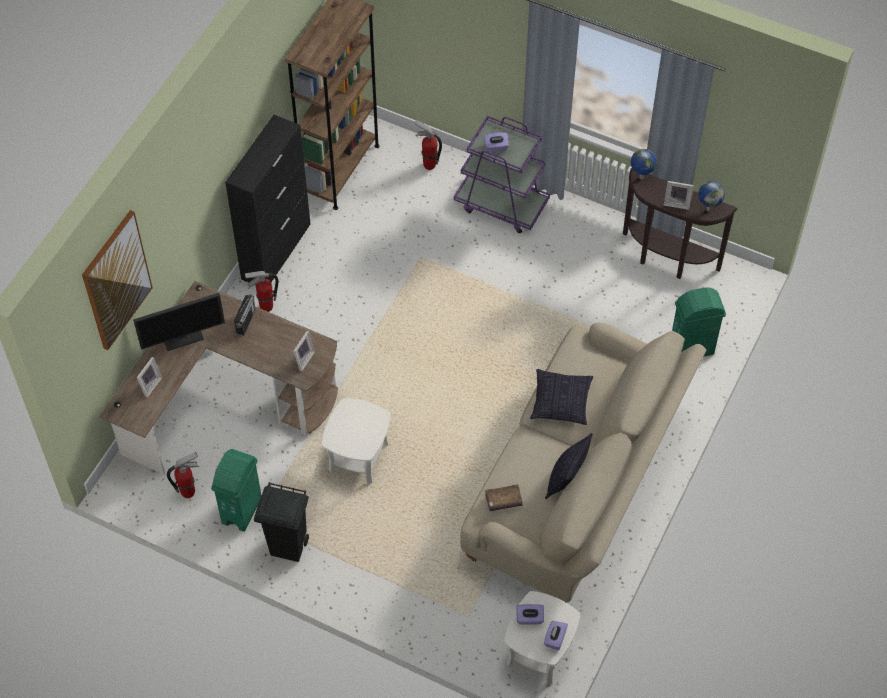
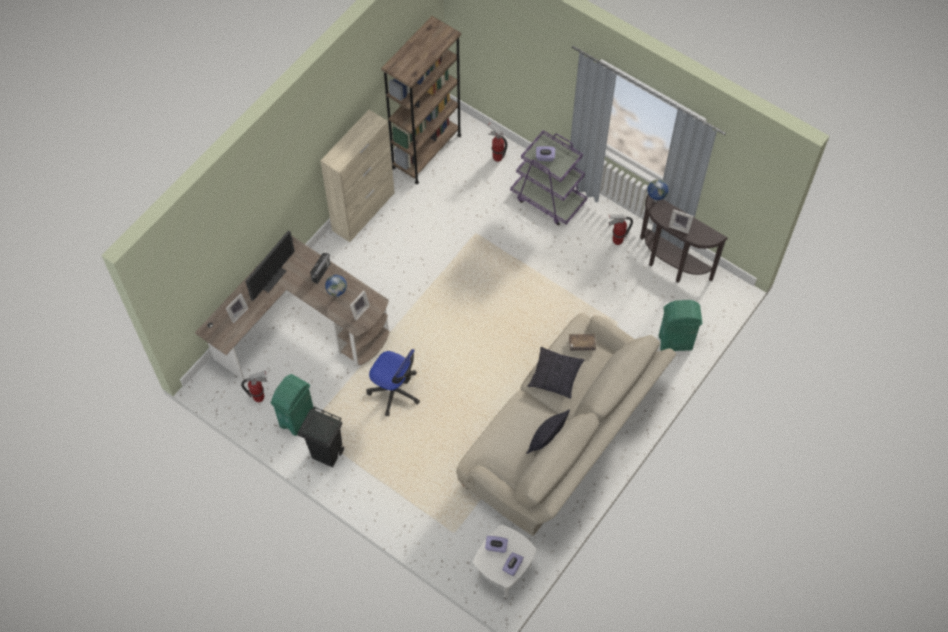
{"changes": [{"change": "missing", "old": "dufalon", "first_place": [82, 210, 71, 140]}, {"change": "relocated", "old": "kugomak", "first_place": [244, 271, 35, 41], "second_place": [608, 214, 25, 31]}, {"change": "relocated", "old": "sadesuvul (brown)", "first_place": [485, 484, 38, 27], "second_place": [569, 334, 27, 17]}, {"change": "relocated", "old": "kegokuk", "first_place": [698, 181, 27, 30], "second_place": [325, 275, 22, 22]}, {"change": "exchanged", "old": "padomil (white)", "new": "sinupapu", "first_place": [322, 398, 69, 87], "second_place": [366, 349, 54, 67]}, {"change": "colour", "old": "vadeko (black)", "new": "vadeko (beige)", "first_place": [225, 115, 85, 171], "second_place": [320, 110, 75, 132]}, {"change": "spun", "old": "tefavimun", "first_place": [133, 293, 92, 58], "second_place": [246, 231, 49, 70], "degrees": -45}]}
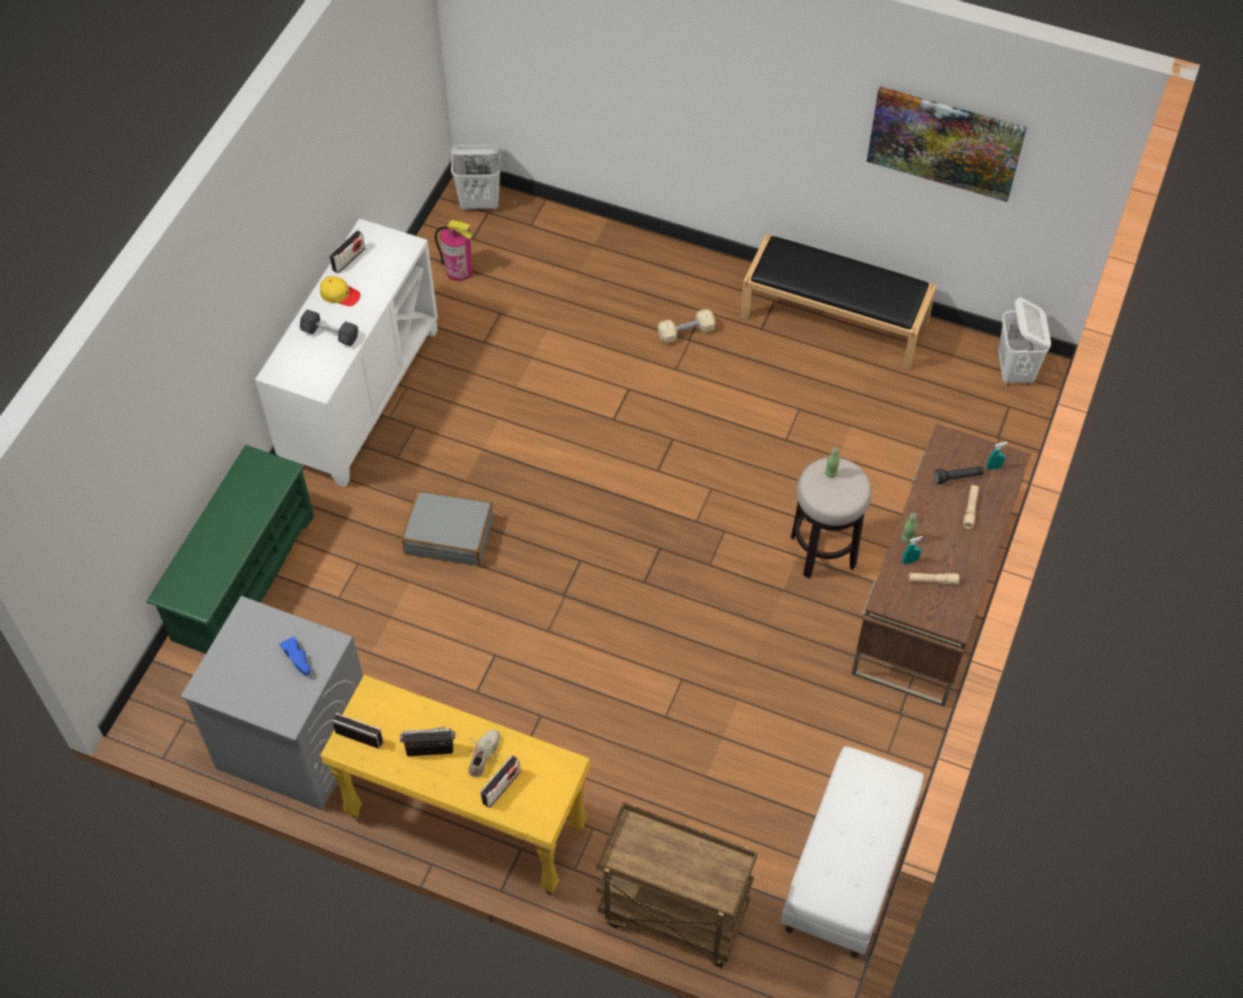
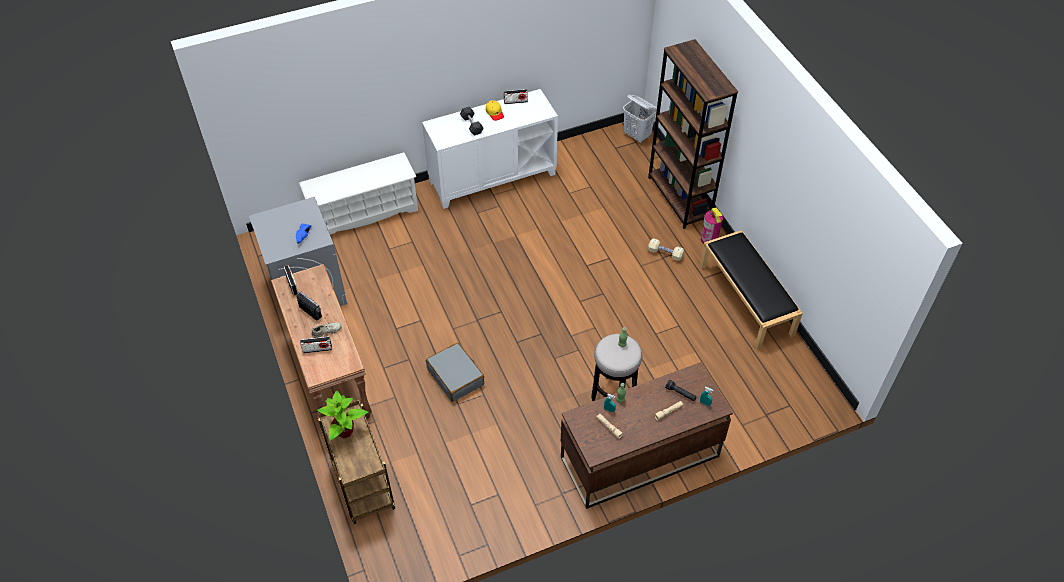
{"changes": [{"change": "missing", "old": "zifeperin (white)", "first_place": [781, 746, 143, 212]}, {"change": "missing", "old": "dufalon", "first_place": [867, 87, 160, 115]}, {"change": "missing", "old": "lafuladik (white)", "first_place": [998, 297, 53, 89]}, {"change": "appeared", "new": "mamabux", "second_place": [317, 390, 51, 50]}, {"change": "appeared", "new": "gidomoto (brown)", "second_place": [648, 39, 90, 190]}, {"change": "relocated", "old": "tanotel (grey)", "first_place": [402, 491, 91, 75], "second_place": [426, 342, 58, 60]}, {"change": "relocated", "old": "kugomak", "first_place": [435, 220, 38, 61], "second_place": [701, 208, 22, 36]}, {"change": "colour", "old": "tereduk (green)", "new": "tereduk (white)", "first_place": [147, 445, 167, 209], "second_place": [299, 153, 119, 82]}, {"change": "colour", "old": "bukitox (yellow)", "new": "bukitox (brown)", "first_place": [320, 675, 270, 221], "second_place": [271, 264, 101, 155]}]}
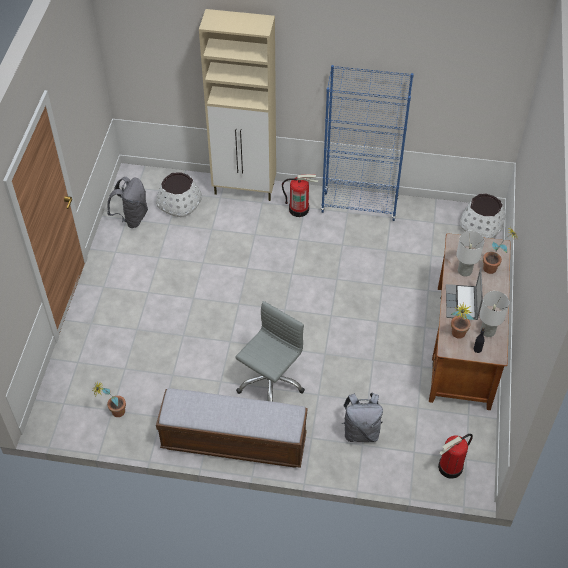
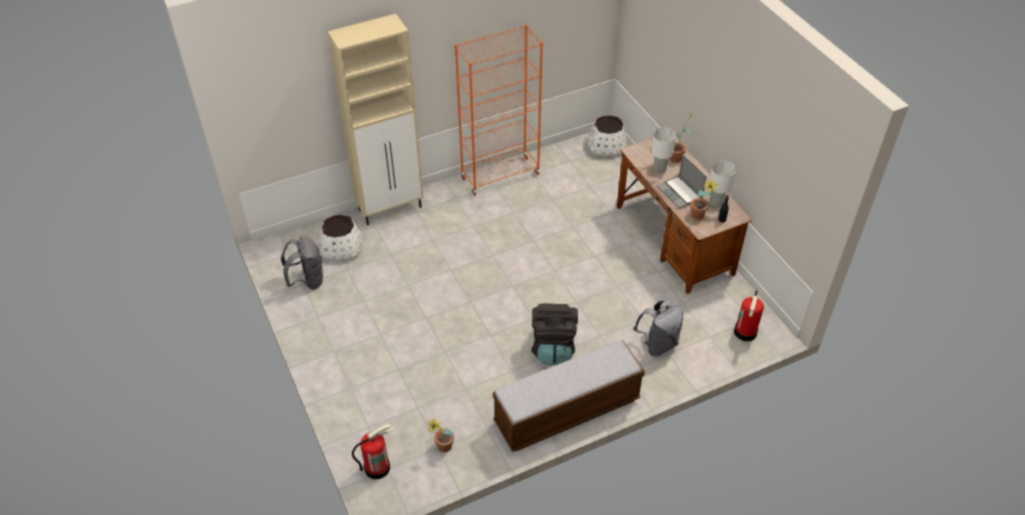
{"changes": [{"change": "relocated", "old": "kugomak", "first_place": [282, 174, 36, 43], "second_place": [352, 423, 42, 56]}, {"change": "exchanged", "old": "sinupapu (grey)", "new": "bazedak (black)", "first_place": [235, 301, 70, 101], "second_place": [531, 303, 47, 63]}, {"change": "colour", "old": "gidomoto (blue)", "new": "gidomoto (orange)", "first_place": [321, 65, 93, 156], "second_place": [455, 24, 88, 172]}]}
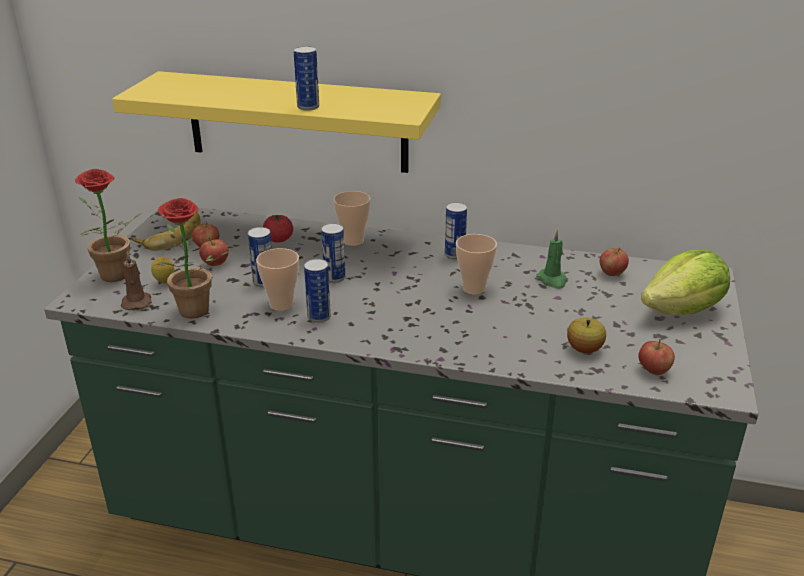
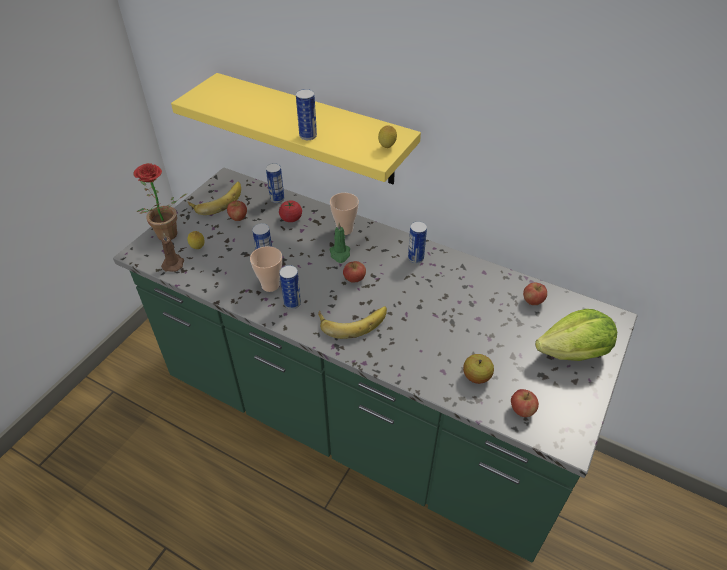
{"changes": [{"change": "missing", "old": "mamabux", "first_place": [154, 198, 78, 121]}, {"change": "missing", "old": "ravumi", "first_place": [456, 234, 41, 61]}, {"change": "appeared", "new": "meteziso", "second_place": [318, 306, 69, 33]}, {"change": "appeared", "new": "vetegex", "second_place": [378, 125, 19, 23]}, {"change": "relocated", "old": "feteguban", "first_place": [199, 238, 30, 28], "second_place": [343, 261, 23, 22]}, {"change": "relocated", "old": "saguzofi", "first_place": [321, 223, 24, 60], "second_place": [266, 163, 18, 40]}, {"change": "relocated", "old": "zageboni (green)", "first_place": [536, 230, 31, 59], "second_place": [329, 223, 21, 40]}]}
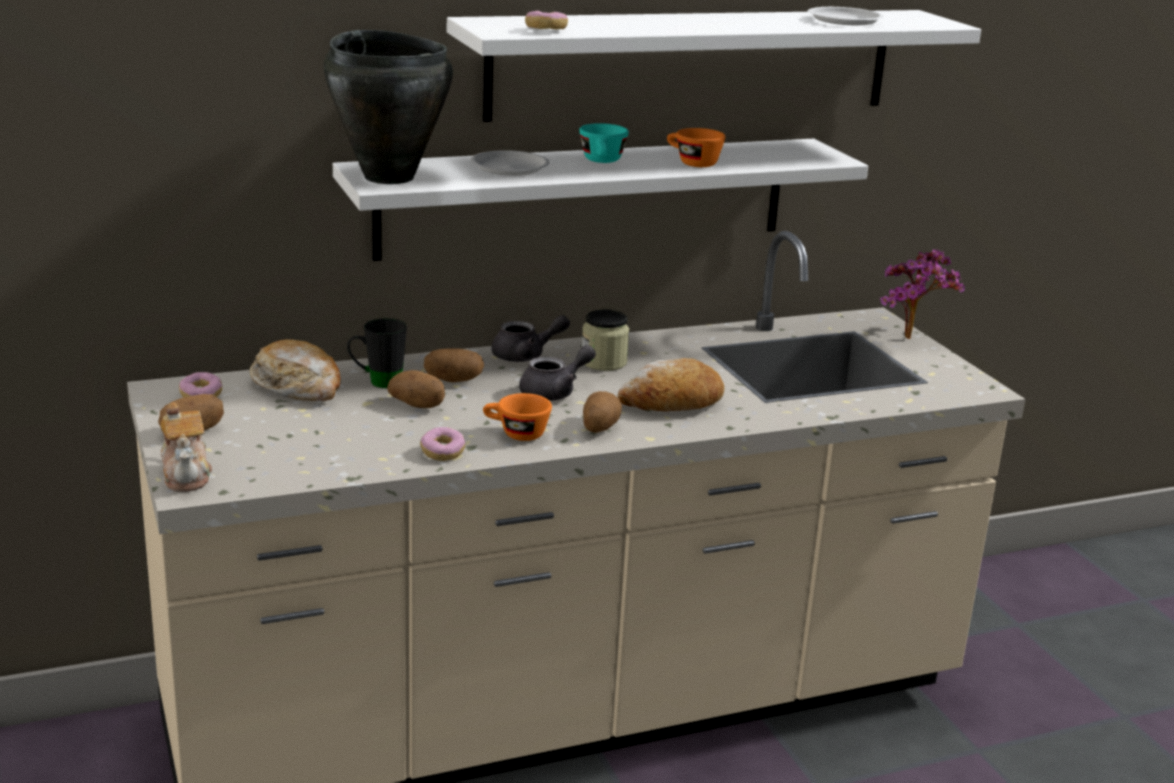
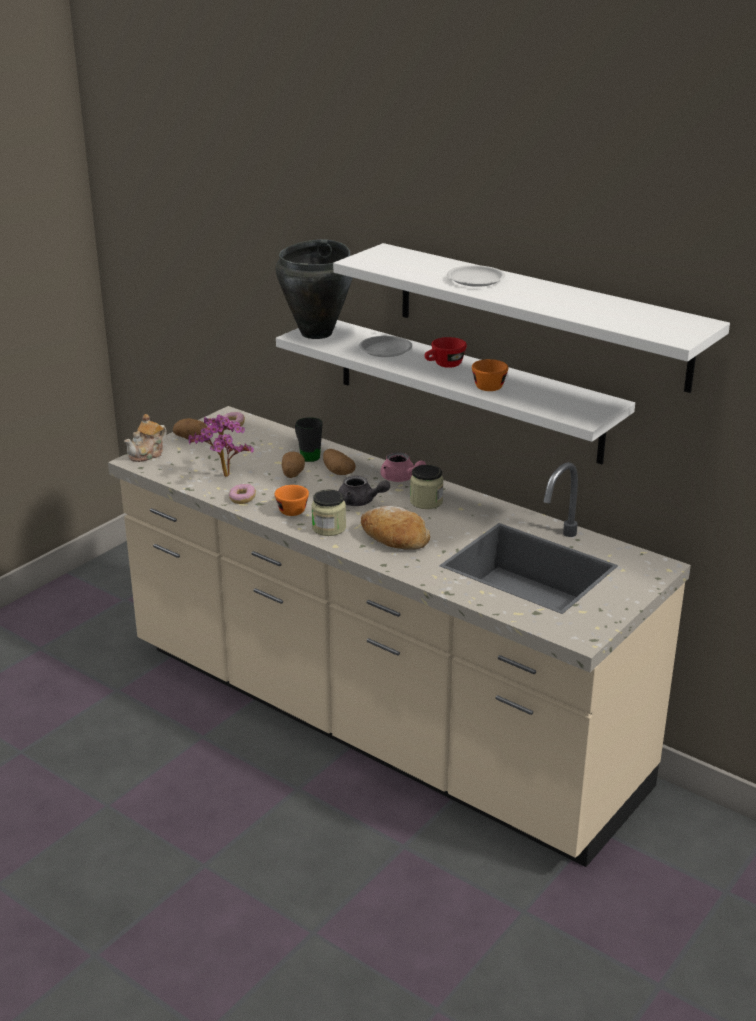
{"changes": [{"change": "missing", "old": "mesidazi", "first_place": [250, 339, 90, 62]}, {"change": "missing", "old": "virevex", "first_place": [525, 11, 43, 18]}, {"change": "relocated", "old": "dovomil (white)", "first_place": [808, 7, 76, 18], "second_place": [447, 265, 58, 22]}, {"change": "relocated", "old": "mamabux", "first_place": [880, 249, 85, 90], "second_place": [188, 415, 66, 62]}, {"change": "exchanged", "old": "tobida", "new": "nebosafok", "first_place": [583, 391, 39, 42], "second_place": [311, 489, 35, 47]}, {"change": "colour", "old": "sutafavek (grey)", "new": "sutafavek (pink)", "first_place": [492, 315, 78, 47], "second_place": [381, 452, 45, 30]}, {"change": "colour", "old": "ravumi (turquoise)", "new": "ravumi (red)", "first_place": [579, 123, 50, 40], "second_place": [424, 337, 43, 31]}]}
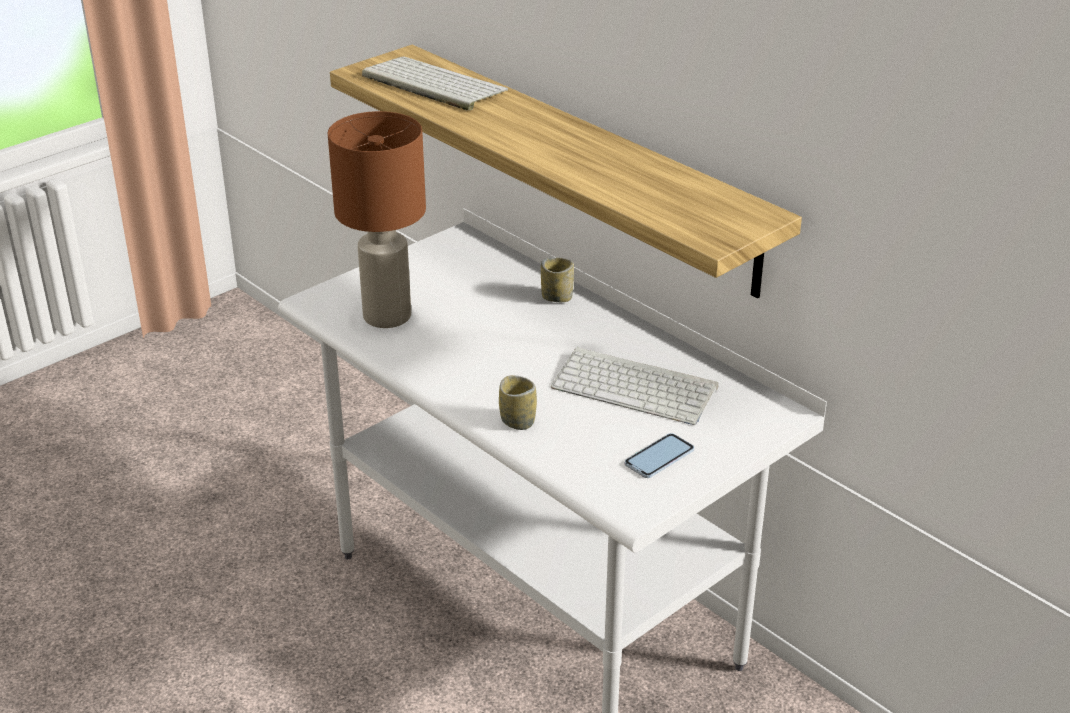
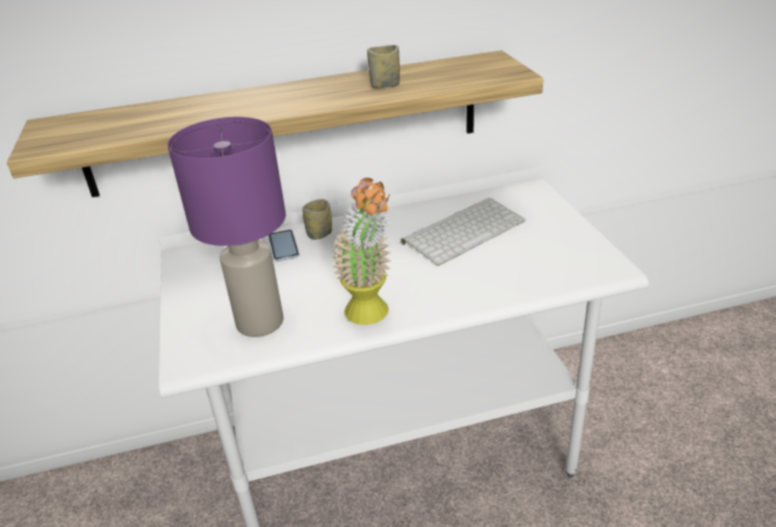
{"changes": [{"change": "missing", "old": "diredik", "first_place": [362, 57, 146, 54]}, {"change": "appeared", "new": "mamabux", "second_place": [332, 178, 59, 147]}, {"change": "relocated", "old": "ravumi", "first_place": [499, 375, 38, 55], "second_place": [367, 45, 33, 43]}, {"change": "relocated", "old": "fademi", "first_place": [625, 433, 69, 45], "second_place": [268, 230, 31, 31]}, {"change": "colour", "old": "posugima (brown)", "new": "posugima (purple)", "first_place": [328, 111, 98, 217], "second_place": [167, 117, 119, 220]}]}
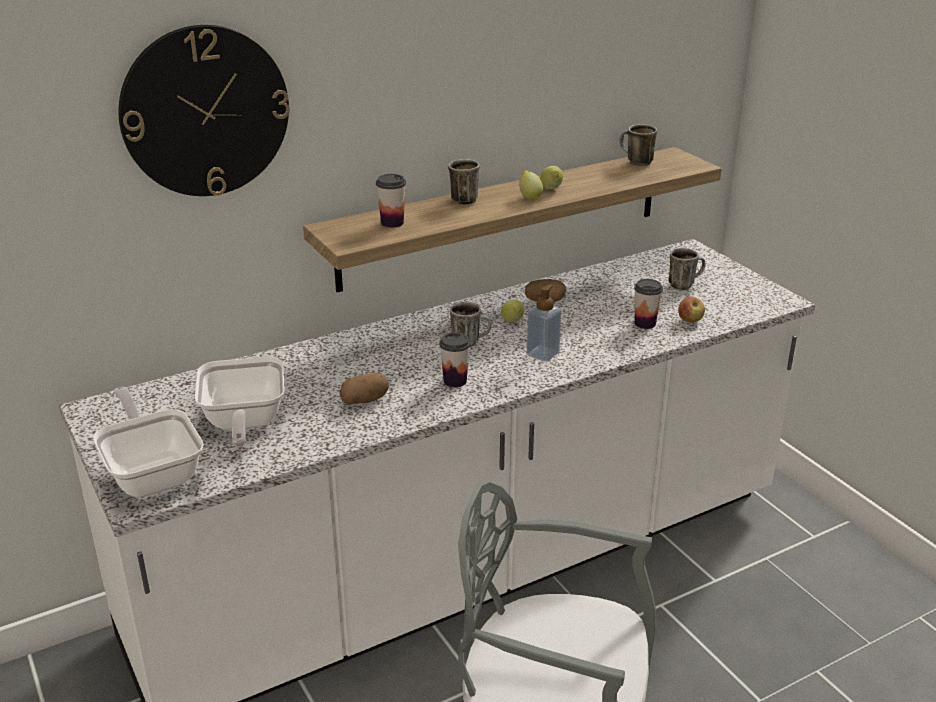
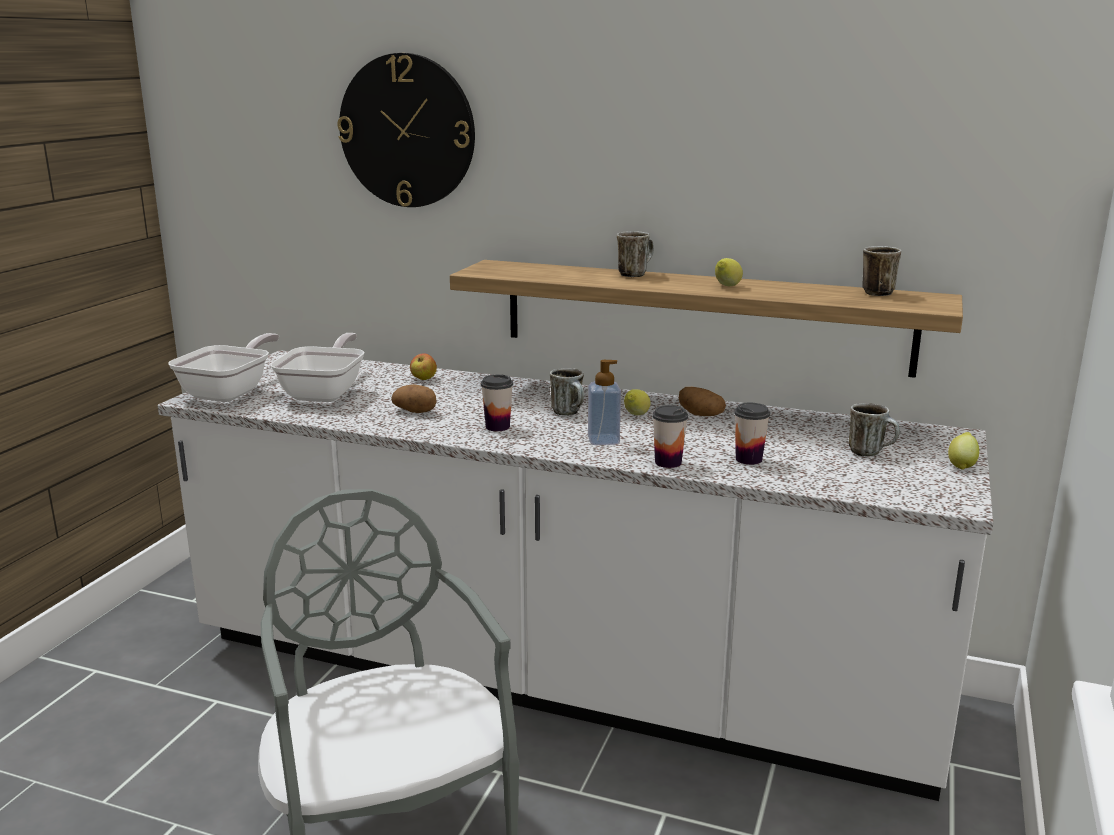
{"changes": [{"change": "relocated", "old": "ravumi", "first_place": [376, 174, 30, 54], "second_place": [652, 405, 36, 63]}, {"change": "relocated", "old": "vetegex", "first_place": [519, 170, 24, 30], "second_place": [948, 432, 31, 38]}, {"change": "relocated", "old": "feteguban", "first_place": [678, 297, 27, 26], "second_place": [410, 353, 27, 27]}, {"change": "spun", "old": "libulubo", "first_place": [195, 357, 90, 90], "second_place": [270, 333, 95, 69], "degrees": 150}]}
